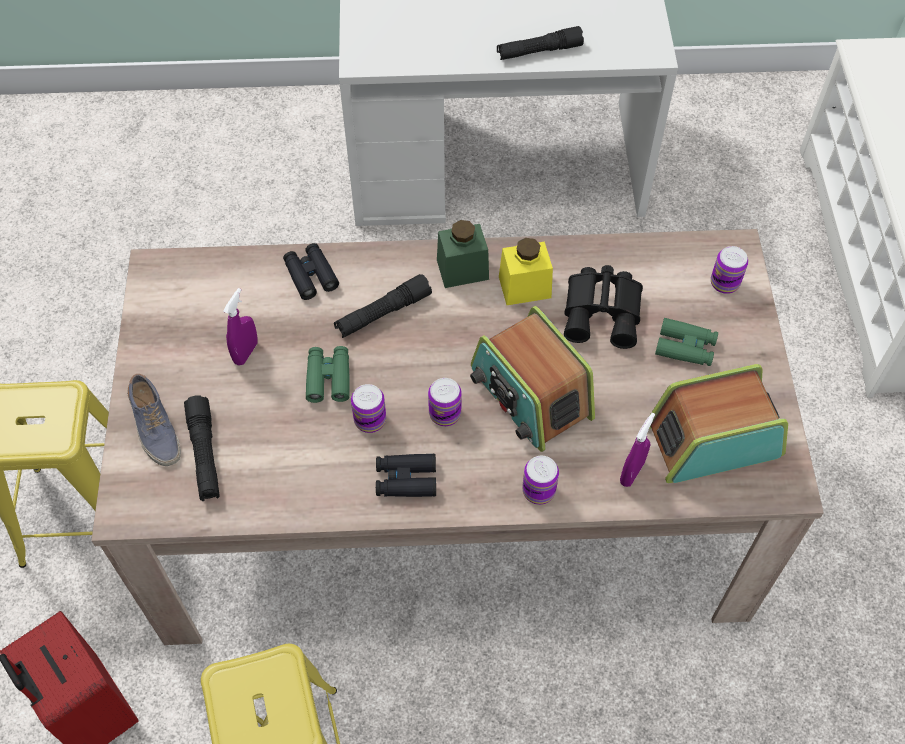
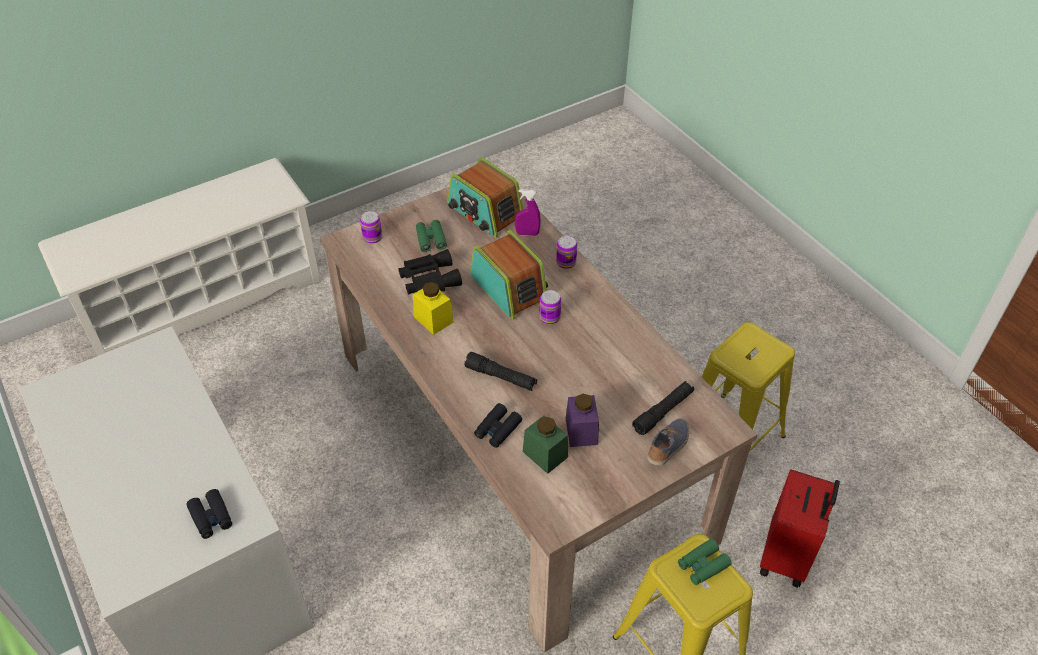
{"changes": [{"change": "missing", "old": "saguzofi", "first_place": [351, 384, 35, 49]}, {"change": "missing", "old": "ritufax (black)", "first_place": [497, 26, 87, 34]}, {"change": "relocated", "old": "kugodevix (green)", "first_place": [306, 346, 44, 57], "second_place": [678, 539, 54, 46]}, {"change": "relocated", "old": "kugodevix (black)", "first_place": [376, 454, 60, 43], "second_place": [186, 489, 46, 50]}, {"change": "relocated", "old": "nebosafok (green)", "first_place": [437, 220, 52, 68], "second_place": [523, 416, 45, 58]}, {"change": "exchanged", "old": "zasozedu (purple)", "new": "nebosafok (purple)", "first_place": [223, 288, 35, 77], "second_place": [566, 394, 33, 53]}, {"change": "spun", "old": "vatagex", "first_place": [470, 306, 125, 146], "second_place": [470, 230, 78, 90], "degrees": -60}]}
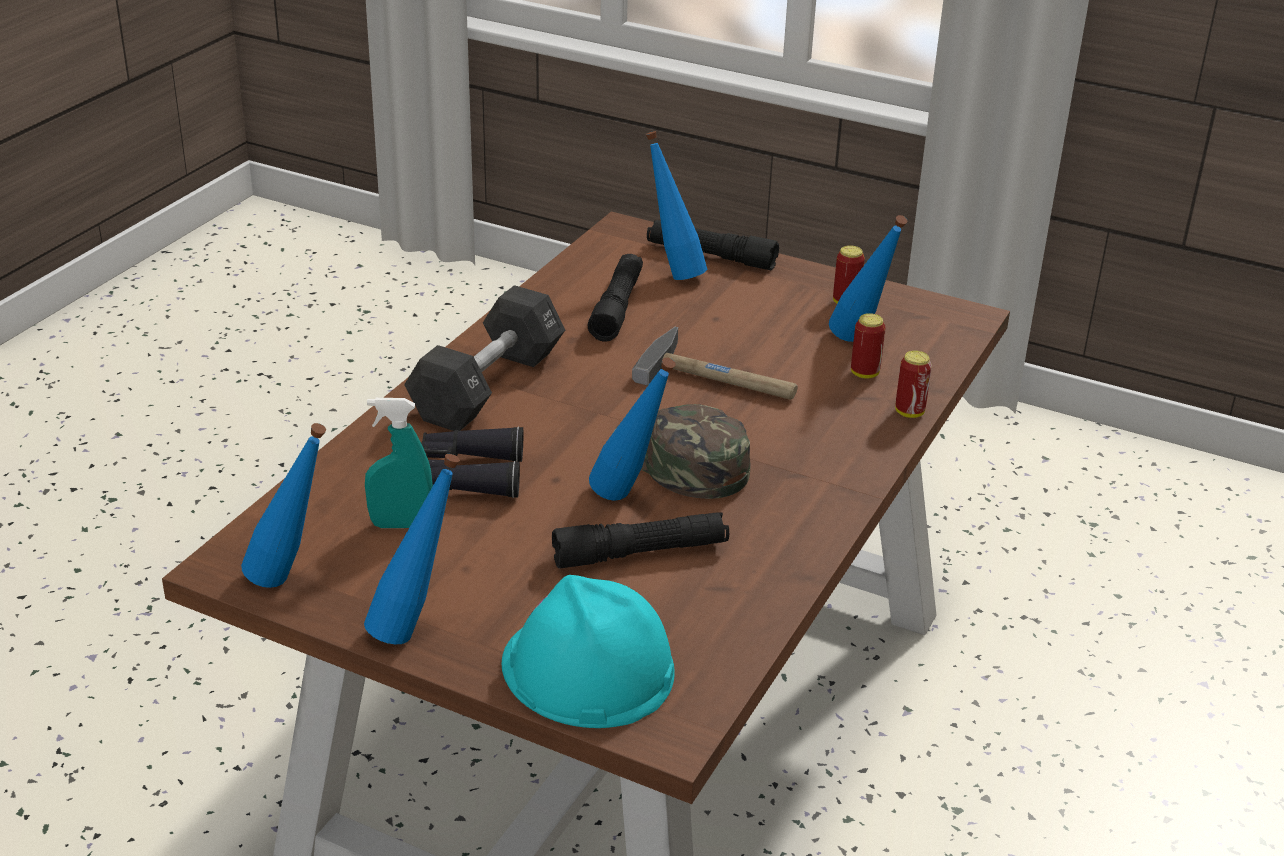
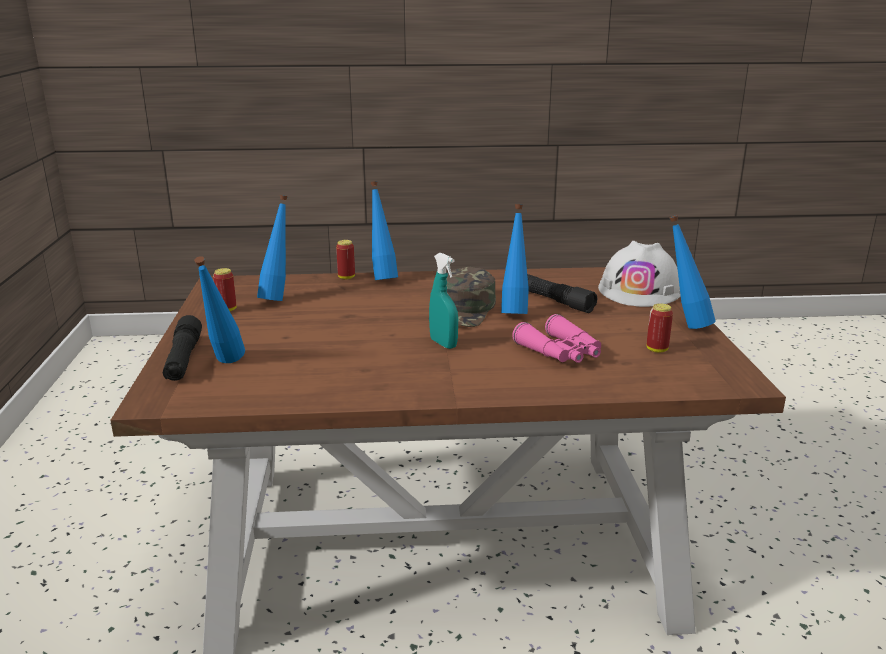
{"changes": [{"change": "missing", "old": "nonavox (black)", "first_place": [404, 285, 161, 146]}, {"change": "missing", "old": "ritufax (black)", "first_place": [588, 254, 55, 88]}, {"change": "missing", "old": "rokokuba", "first_place": [632, 327, 166, 73]}, {"change": "relocated", "old": "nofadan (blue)", "first_place": [241, 423, 85, 165], "second_place": [370, 181, 28, 99]}, {"change": "relocated", "old": "zasozedu (turquoise)", "first_place": [365, 398, 68, 130], "second_place": [429, 253, 29, 96]}, {"change": "relocated", "old": "saguzofi", "first_place": [851, 313, 35, 66], "second_place": [647, 303, 26, 50]}, {"change": "colour", "old": "kugodevix (black)", "new": "kugodevix (pink)", "first_place": [421, 426, 102, 72], "second_place": [512, 314, 89, 49]}, {"change": "colour", "old": "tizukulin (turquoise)", "new": "tizukulin (white)", "first_place": [502, 575, 173, 153], "second_place": [598, 241, 83, 66]}]}
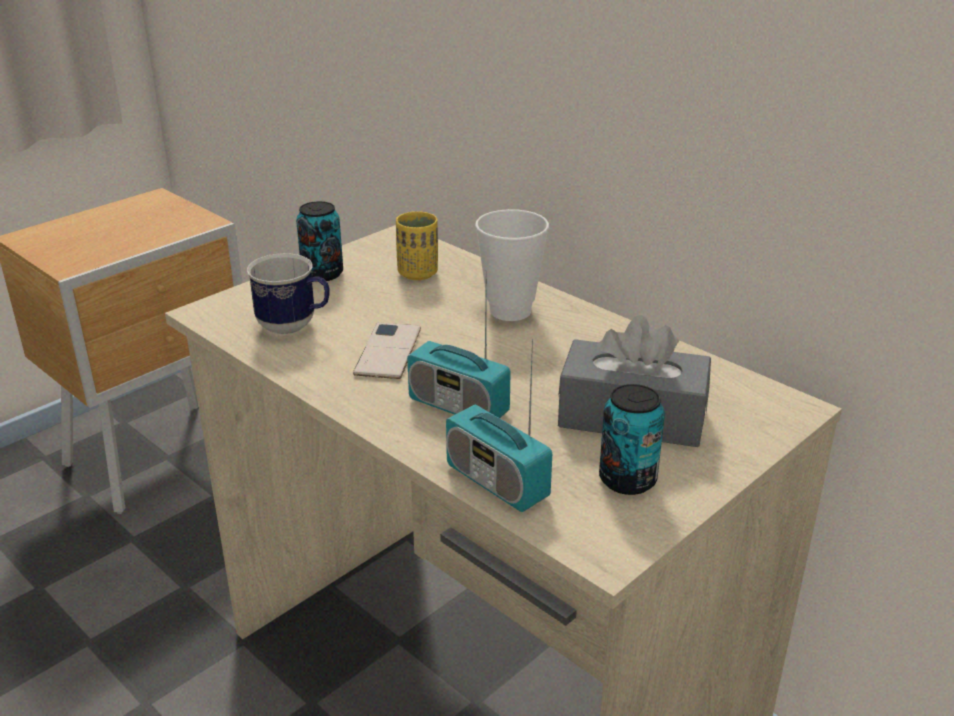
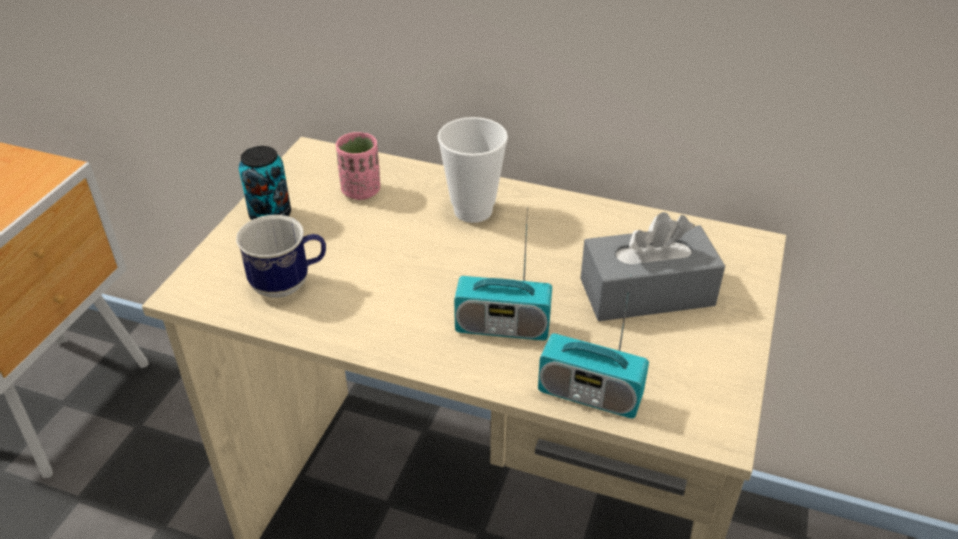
{"changes": [{"change": "missing", "old": "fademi", "first_place": [353, 322, 68, 57]}, {"change": "missing", "old": "saguzofi", "first_place": [599, 384, 66, 111]}, {"change": "colour", "old": "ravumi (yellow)", "new": "ravumi (pink)", "first_place": [396, 211, 42, 69], "second_place": [336, 132, 44, 68]}]}
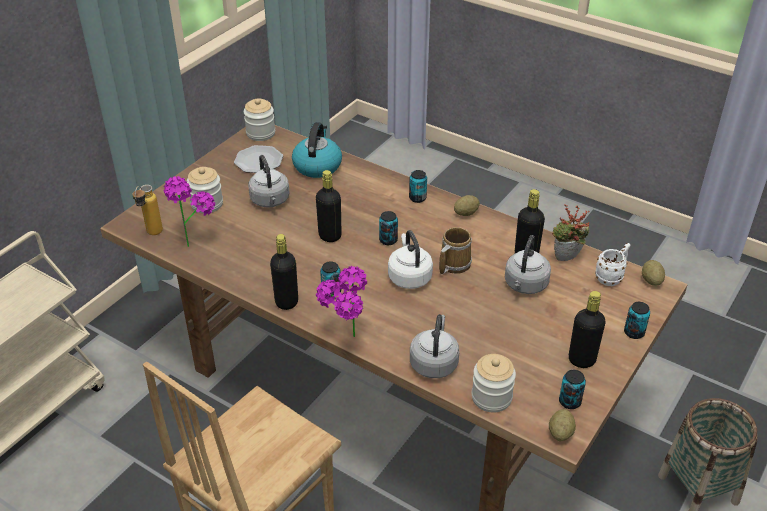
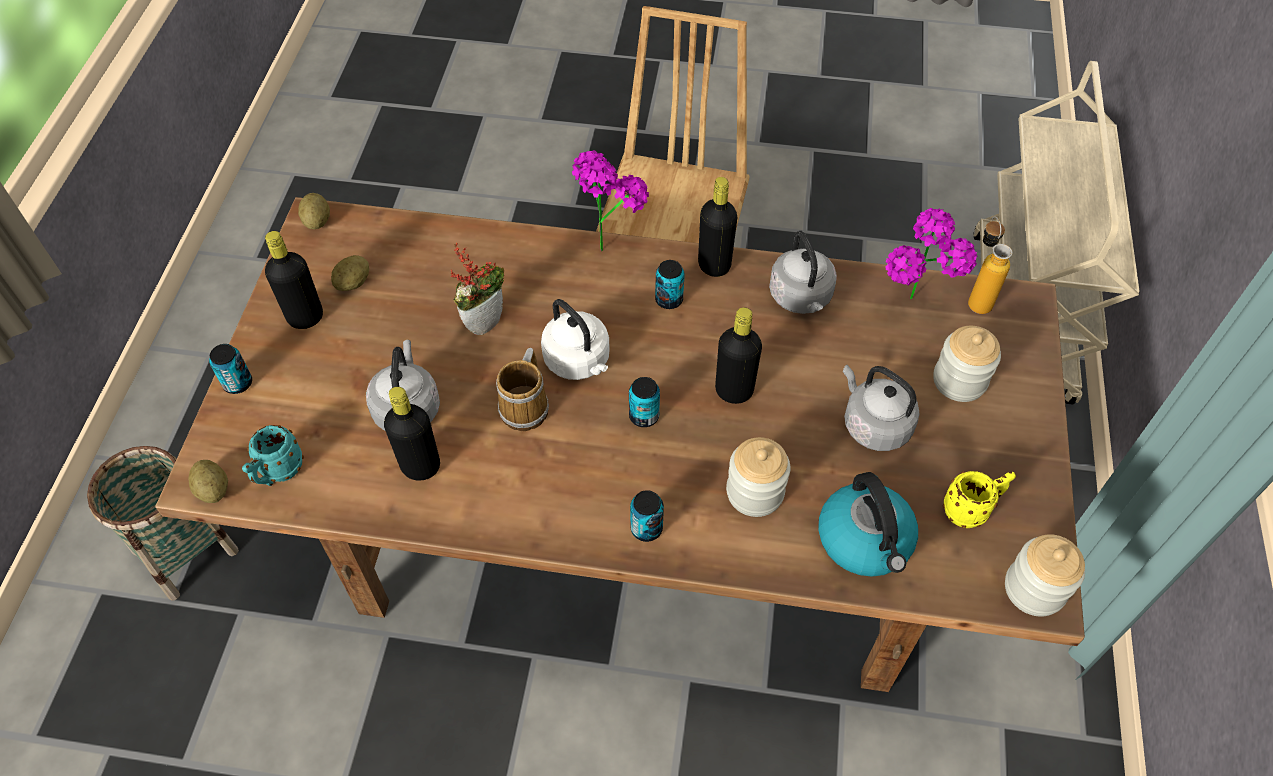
{"changes": [{"change": "missing", "old": "saguzofi", "first_place": [559, 370, 27, 39]}, {"change": "relocated", "old": "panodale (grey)", "first_place": [410, 314, 49, 64], "second_place": [769, 231, 68, 83]}, {"change": "relocated", "old": "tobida", "first_place": [454, 195, 26, 21], "second_place": [331, 255, 38, 36]}, {"change": "relocated", "old": "nebosafok", "first_place": [472, 354, 44, 58], "second_place": [726, 437, 65, 80]}, {"change": "relocated", "old": "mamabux", "first_place": [552, 204, 37, 57], "second_place": [451, 243, 53, 92]}, {"change": "exchanged", "old": "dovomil", "new": "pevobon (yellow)", "first_place": [234, 145, 49, 28], "second_place": [943, 471, 73, 57]}, {"change": "colour", "old": "pevobon (white)", "new": "pevobon (turquoise)", "first_place": [595, 243, 35, 43], "second_place": [242, 425, 62, 61]}]}
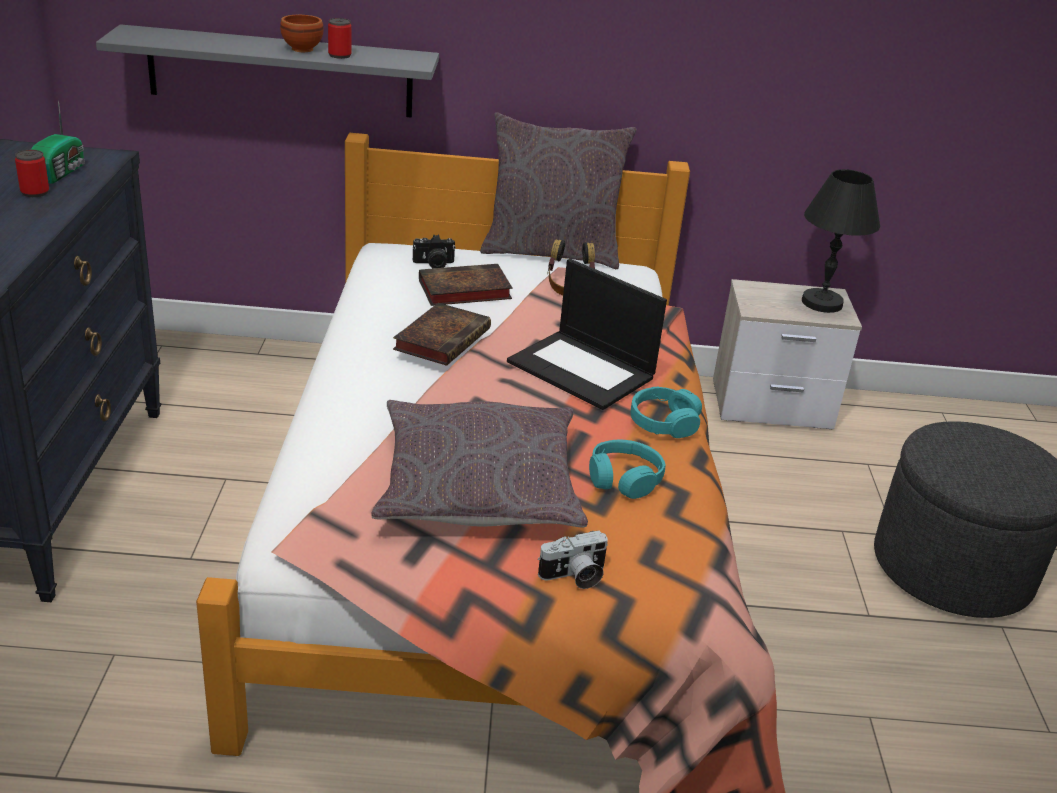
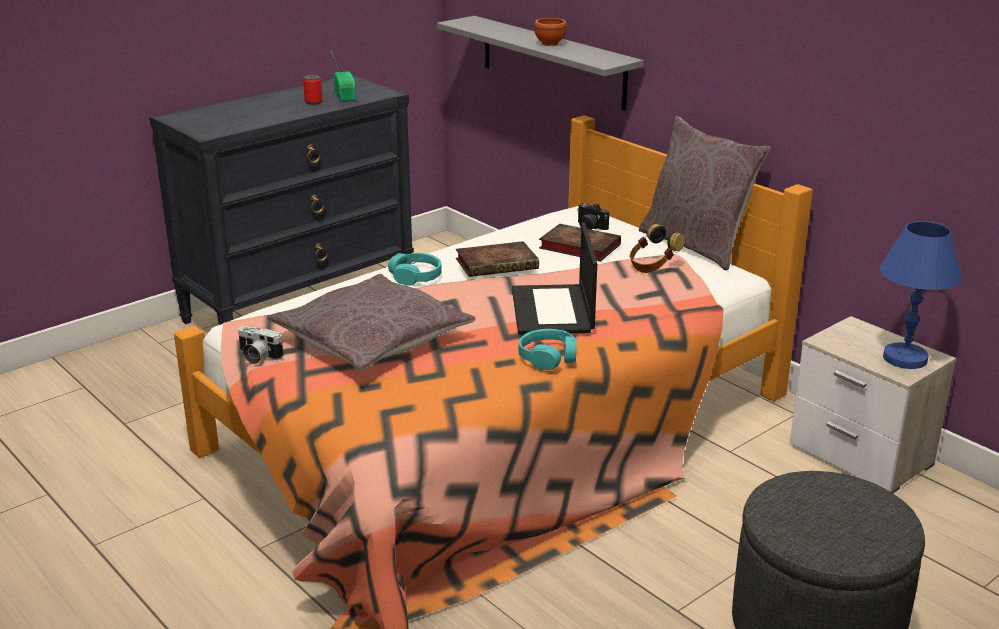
{"changes": [{"change": "missing", "old": "saguzofi", "first_place": [328, 18, 23, 41]}, {"change": "relocated", "old": "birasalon", "first_place": [538, 530, 70, 59], "second_place": [238, 326, 46, 38]}, {"change": "relocated", "old": "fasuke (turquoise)", "first_place": [589, 439, 76, 60], "second_place": [388, 253, 54, 33]}, {"change": "colour", "old": "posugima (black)", "new": "posugima (blue)", "first_place": [802, 169, 78, 144], "second_place": [880, 221, 82, 148]}, {"change": "spun", "old": "vatagex", "first_place": [31, 101, 54, 83], "second_place": [331, 51, 25, 51], "degrees": -75}]}
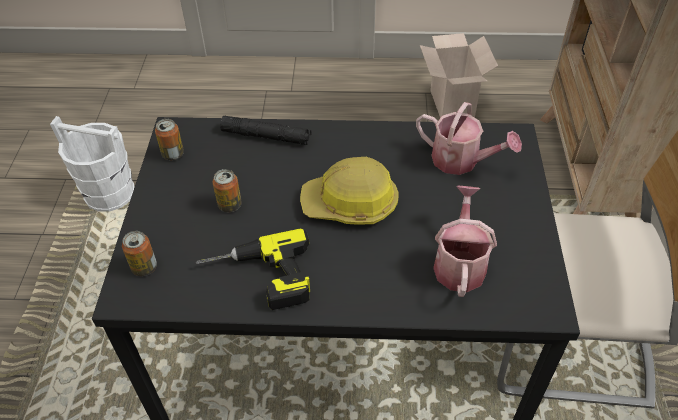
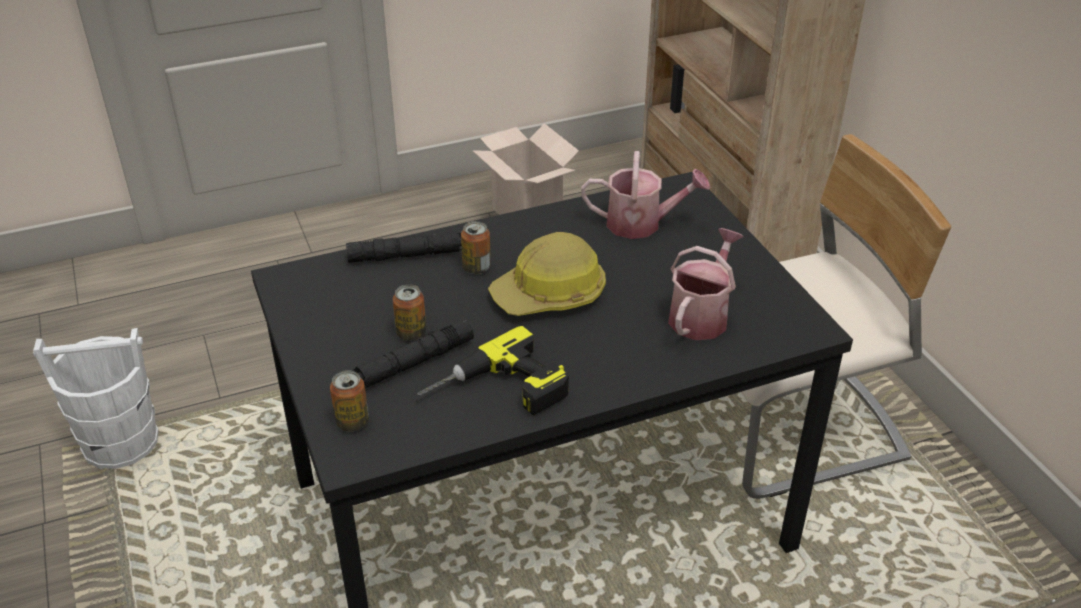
{"changes": [{"change": "appeared", "new": "ritufax (black)", "second_place": [351, 319, 123, 69]}, {"change": "relocated", "old": "saguzofi", "first_place": [155, 119, 29, 41], "second_place": [461, 221, 30, 53]}, {"change": "spun", "old": "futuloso", "first_place": [433, 186, 64, 111], "second_place": [668, 228, 76, 112], "degrees": 45}]}
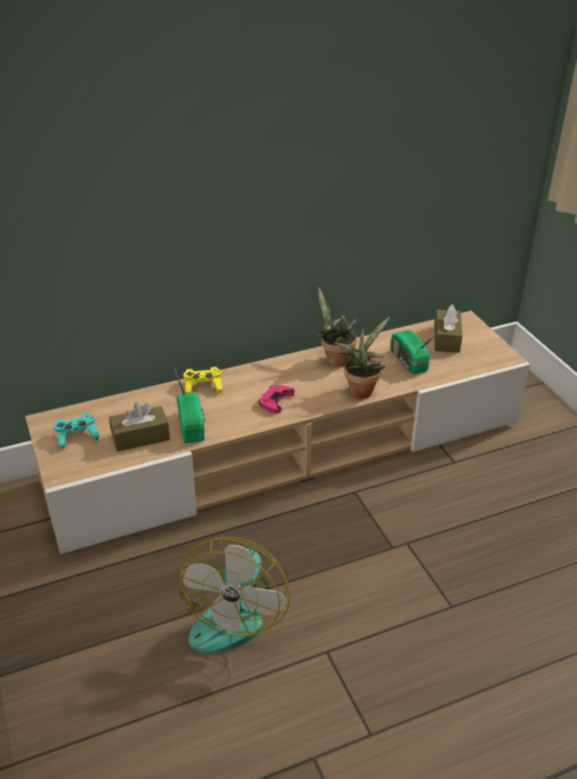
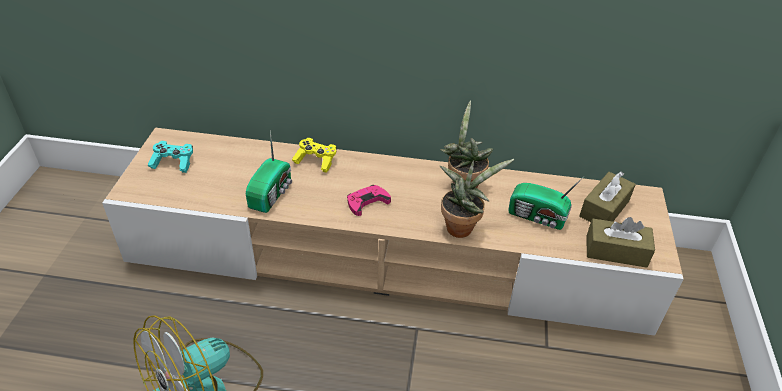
{"changes": [{"change": "relocated", "old": "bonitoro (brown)", "first_place": [109, 403, 61, 49], "second_place": [586, 217, 69, 51]}, {"change": "spun", "old": "vatagex", "first_place": [391, 330, 45, 45], "second_place": [508, 177, 76, 53], "degrees": -75}]}
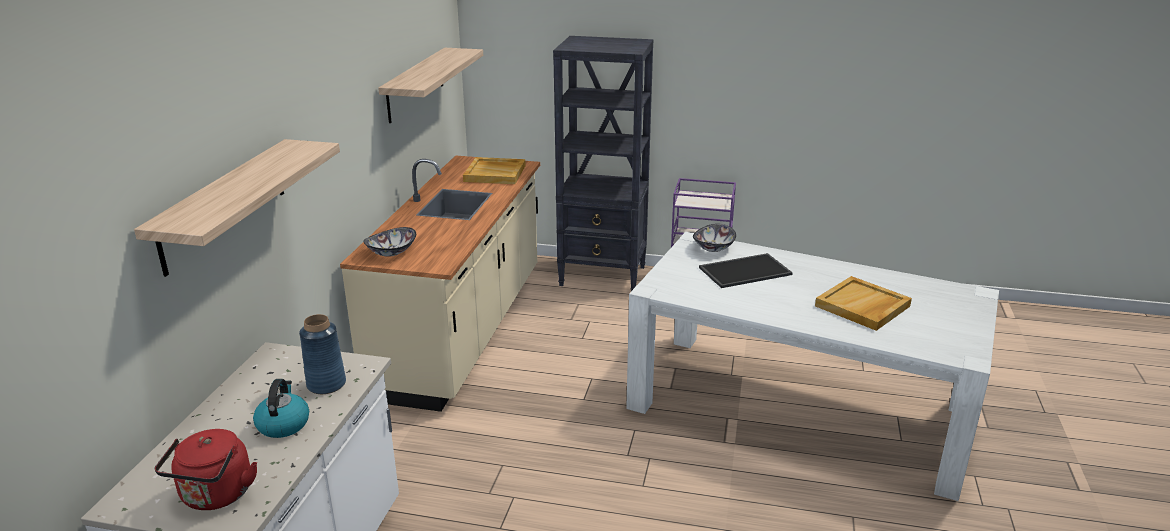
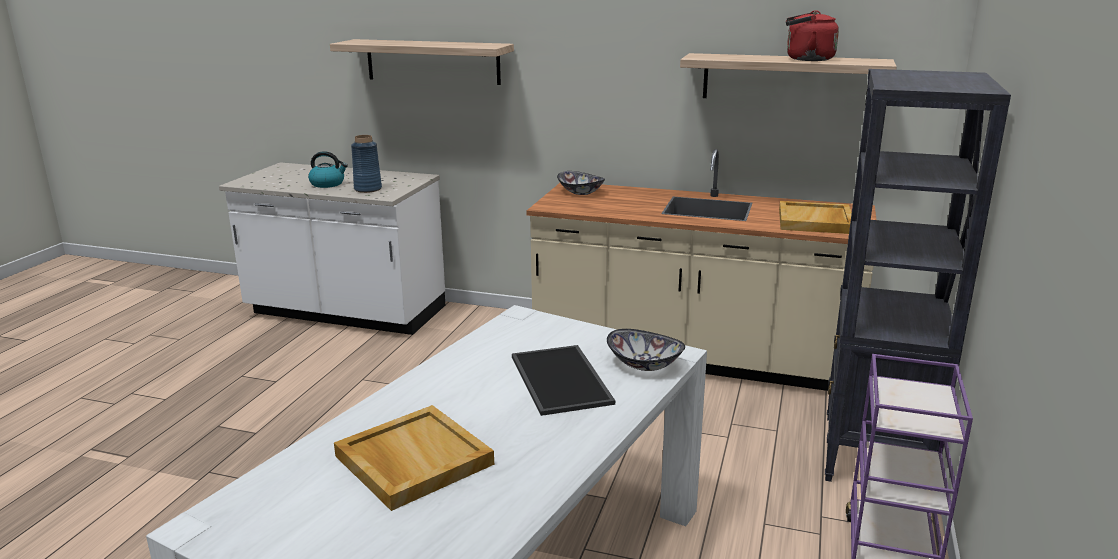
{"changes": [{"change": "relocated", "old": "panodale (red)", "first_place": [155, 429, 102, 81], "second_place": [786, 10, 53, 51]}]}
